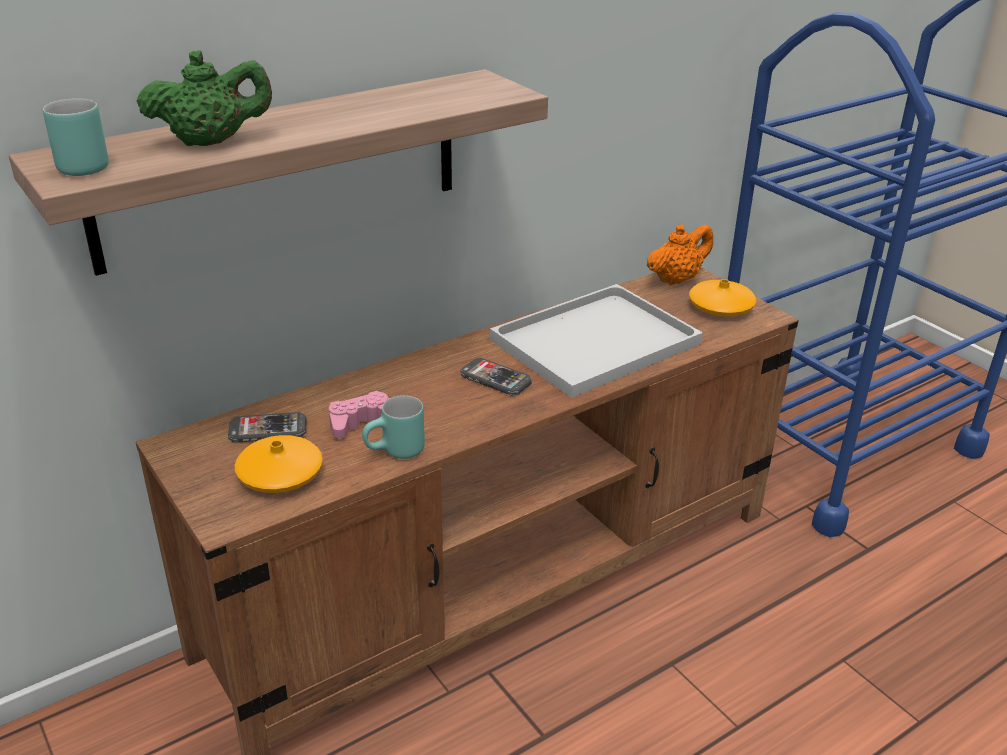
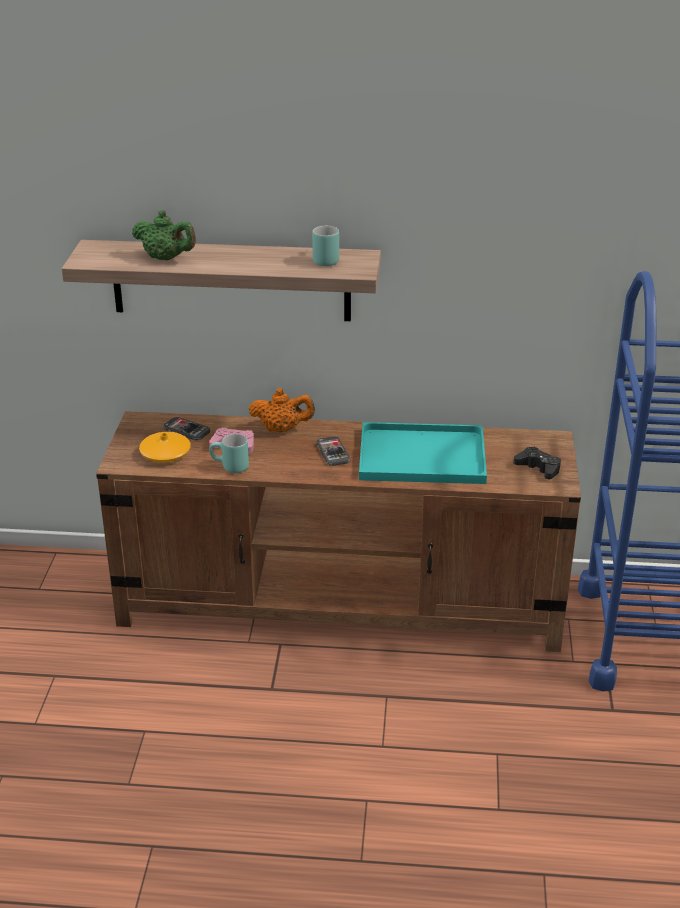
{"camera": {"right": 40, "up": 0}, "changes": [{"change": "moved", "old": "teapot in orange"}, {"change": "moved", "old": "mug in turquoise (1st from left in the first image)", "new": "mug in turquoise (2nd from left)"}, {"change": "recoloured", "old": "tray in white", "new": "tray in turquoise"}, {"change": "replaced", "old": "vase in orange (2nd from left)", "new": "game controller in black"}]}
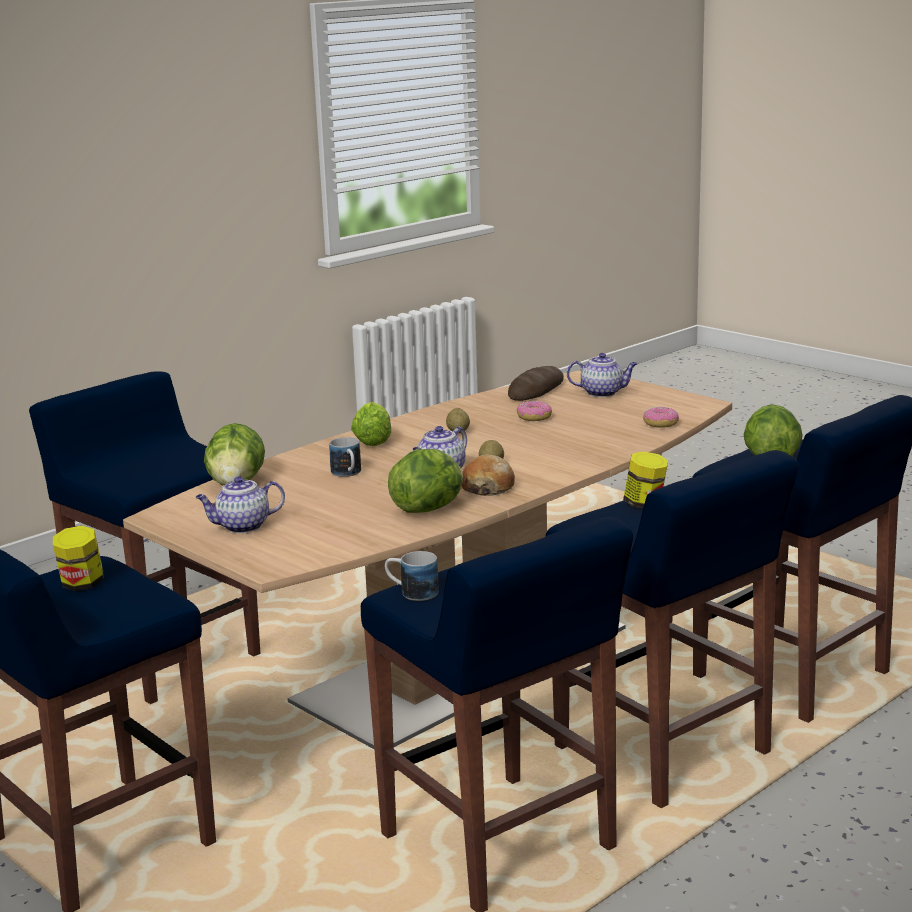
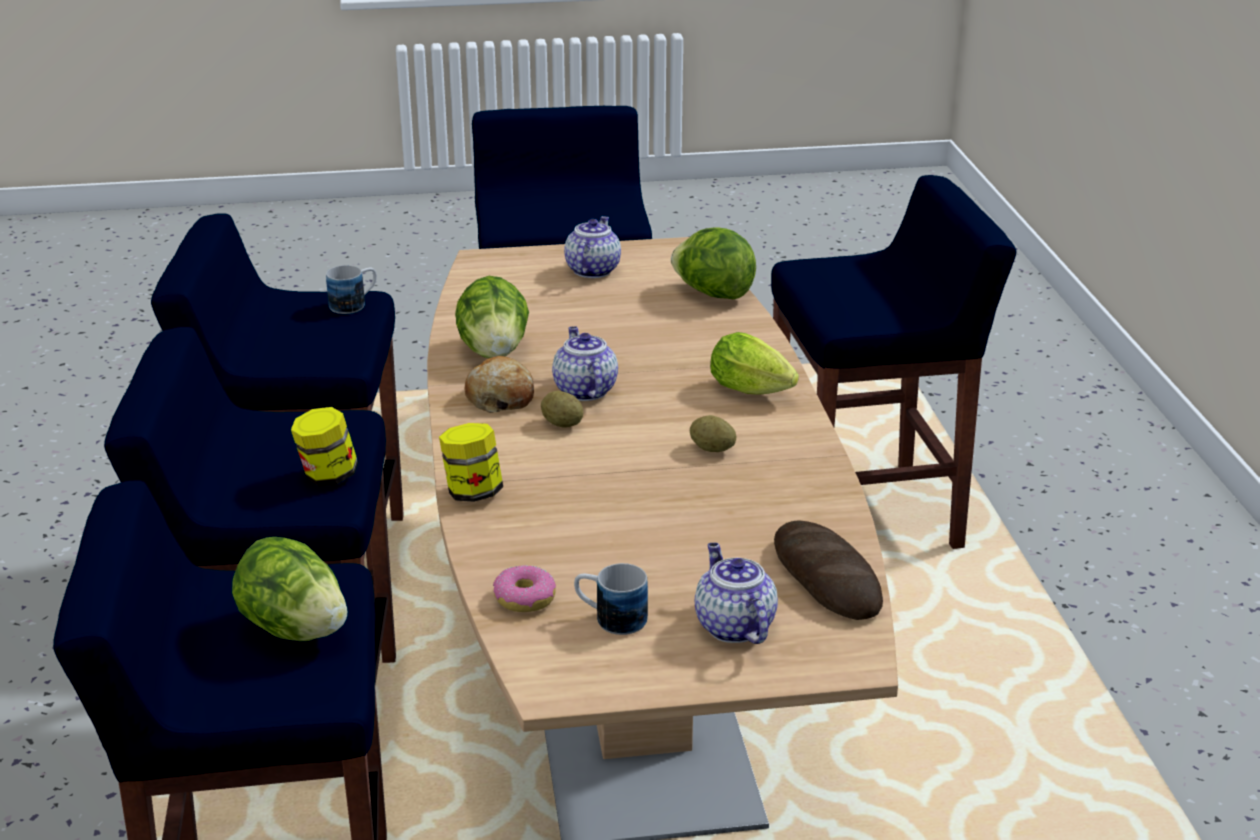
{"camera": {"right": 125, "up": 10}, "changes": [{"change": "moved", "old": "jar (1st from left in the first image)", "new": "jar (2nd from left)"}, {"change": "moved", "old": "mug (1st from left in the first image)", "new": "mug (2nd from left)"}, {"change": "turned", "old": "teapot (3rd from left)", "degrees": 120}, {"change": "removed", "old": "donut (1st from left)"}]}
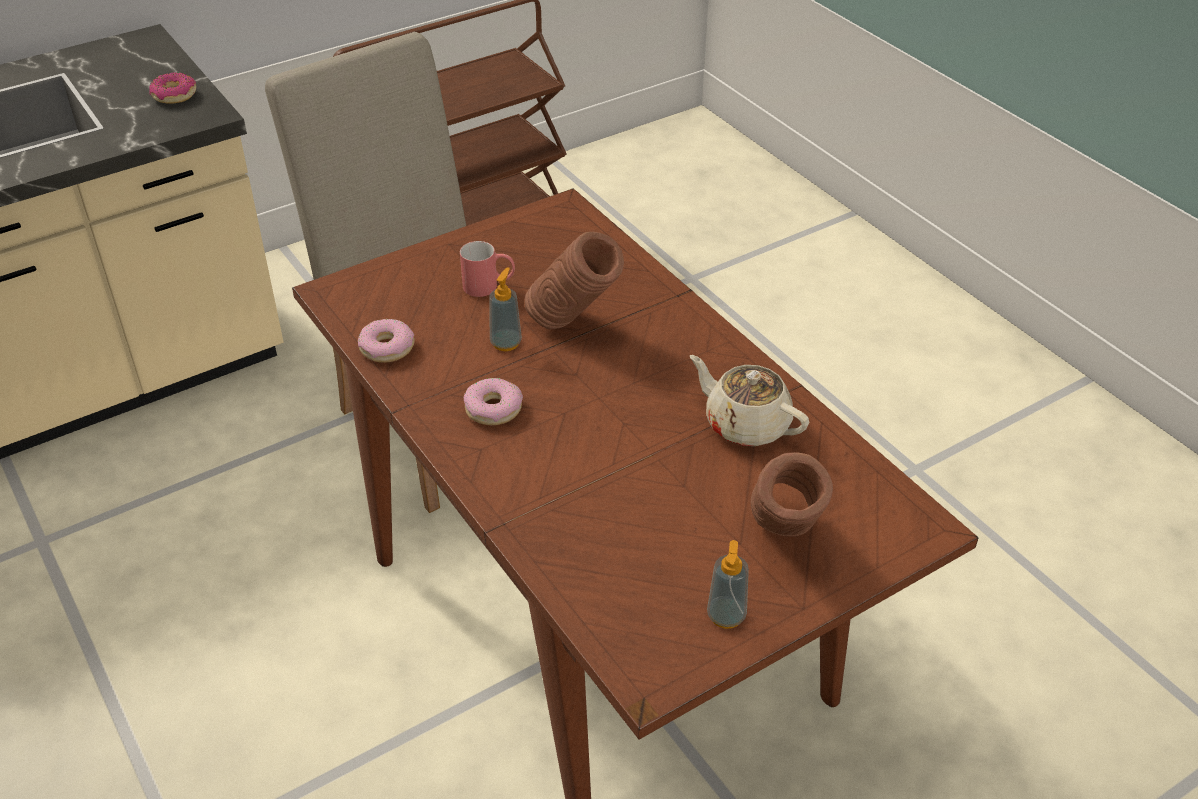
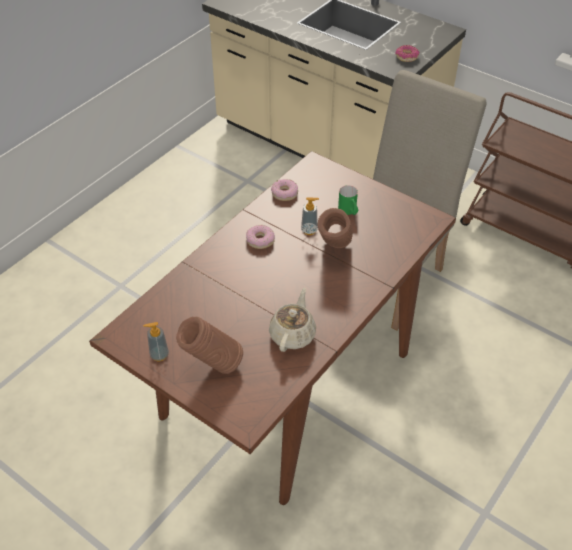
{"camera": {"right": 70, "up": 5}, "changes": [{"change": "recoloured", "old": "mug in red", "new": "mug in green"}]}
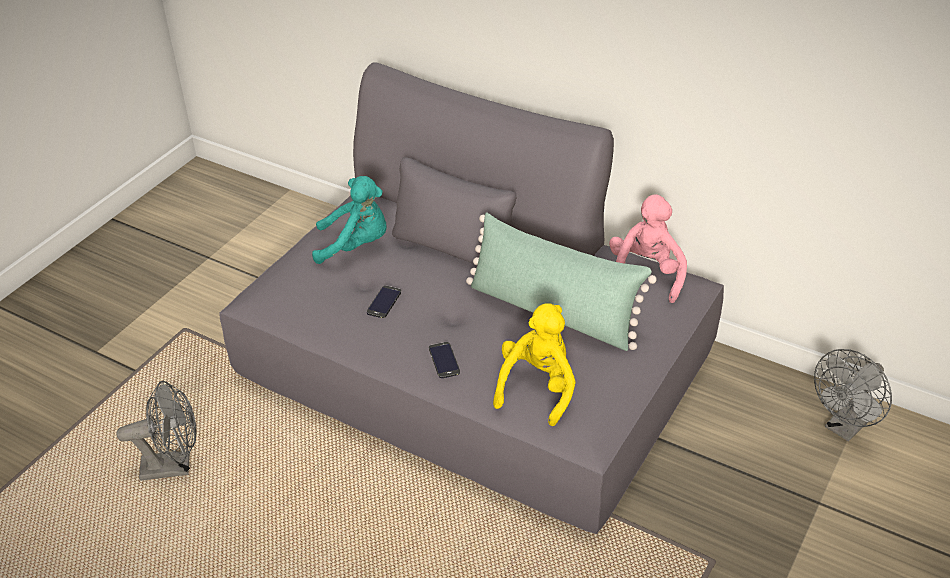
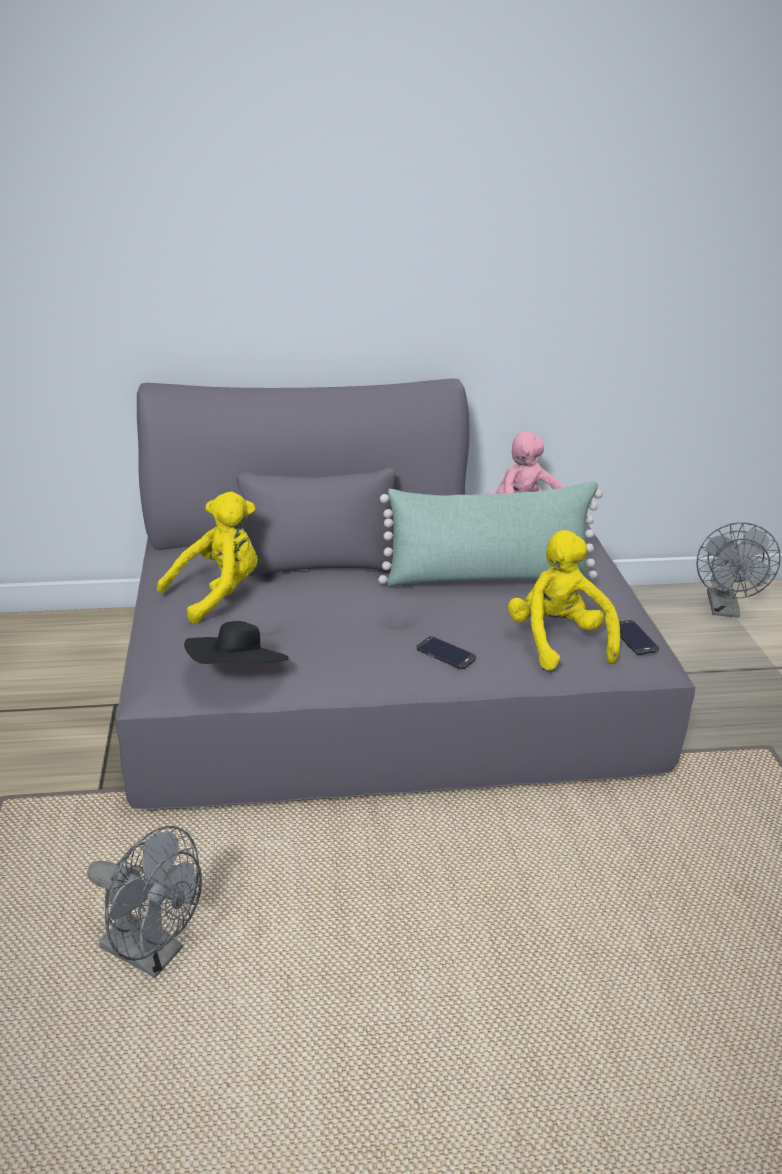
{"camera": {"right": -40, "up": -10}, "changes": [{"change": "turned", "old": "fan in grey (1st from left)", "degrees": 75}, {"change": "recoloured", "old": "plush toy in turquoise", "new": "plush toy in yellow (1st from left)"}, {"change": "added", "new": "hat in black"}, {"change": "moved", "old": "phone (1st from left in the first image)", "new": "phone (2nd from left)"}]}
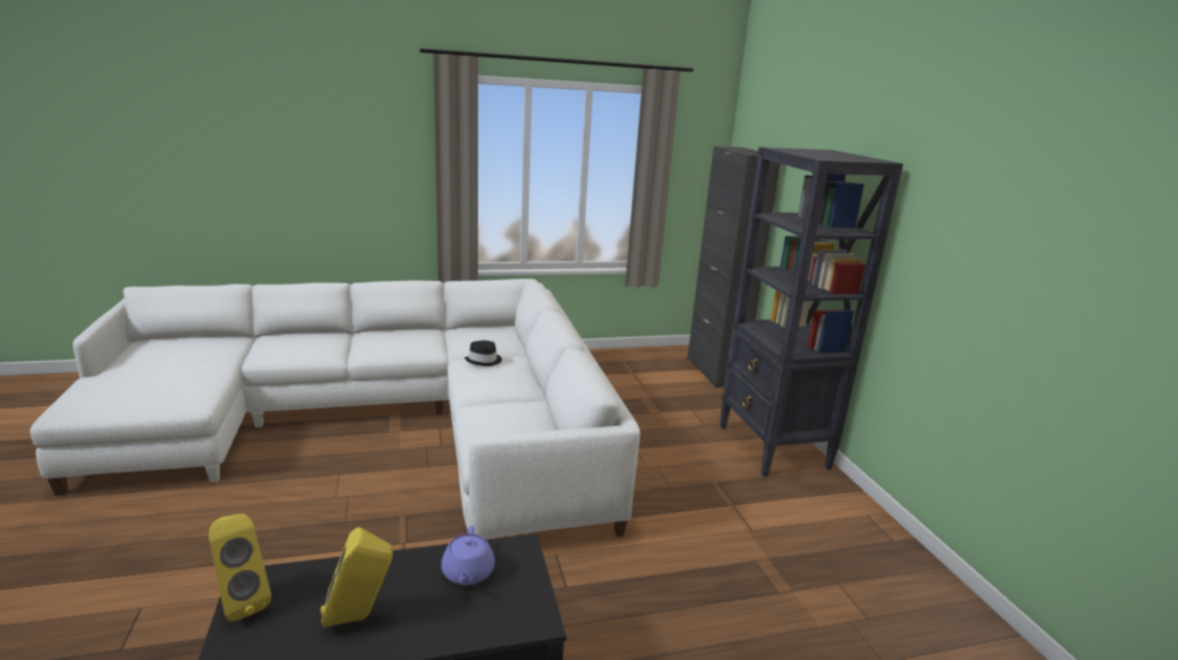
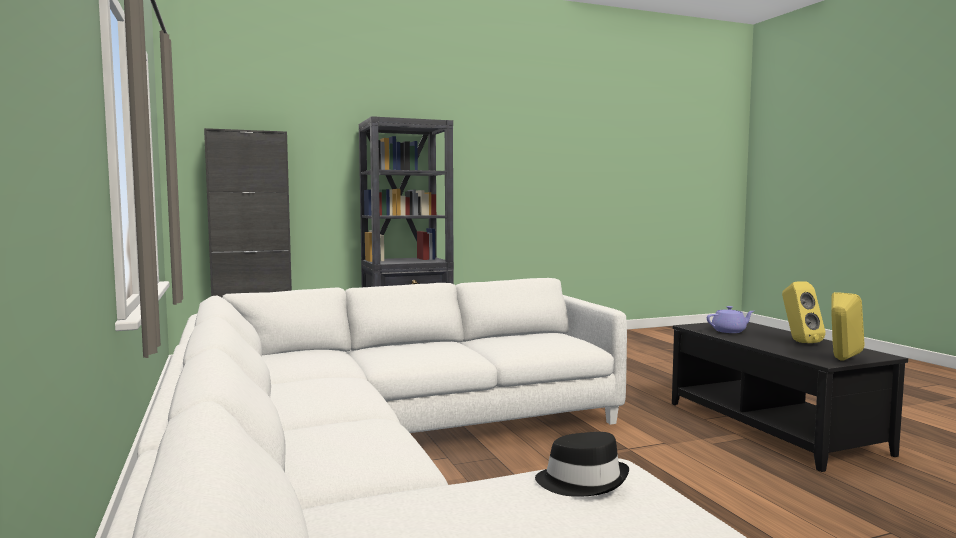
{"camera": {"right": -95, "up": -15}, "changes": [{"change": "moved", "old": "hat in black"}]}
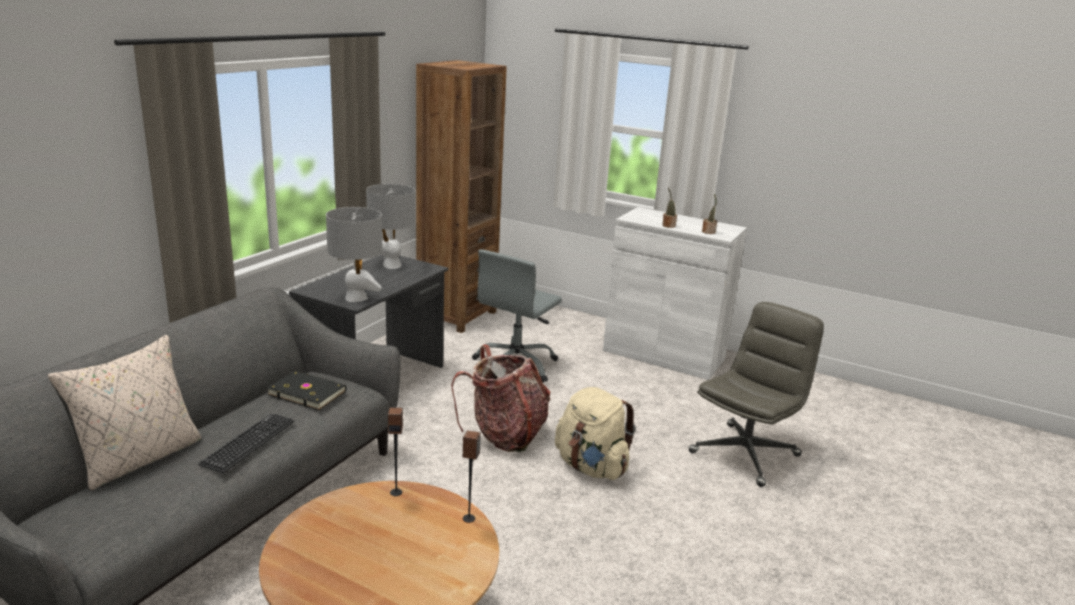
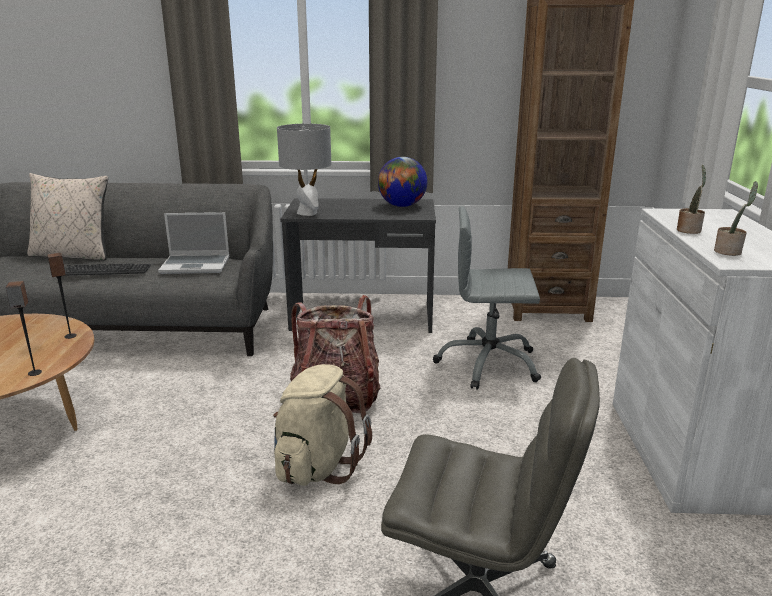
{"camera": {"right": 65, "up": 0}, "changes": [{"change": "replaced", "old": "book in black", "new": "laptop"}, {"change": "replaced", "old": "table lamp in grey (2nd from left)", "new": "globe"}]}
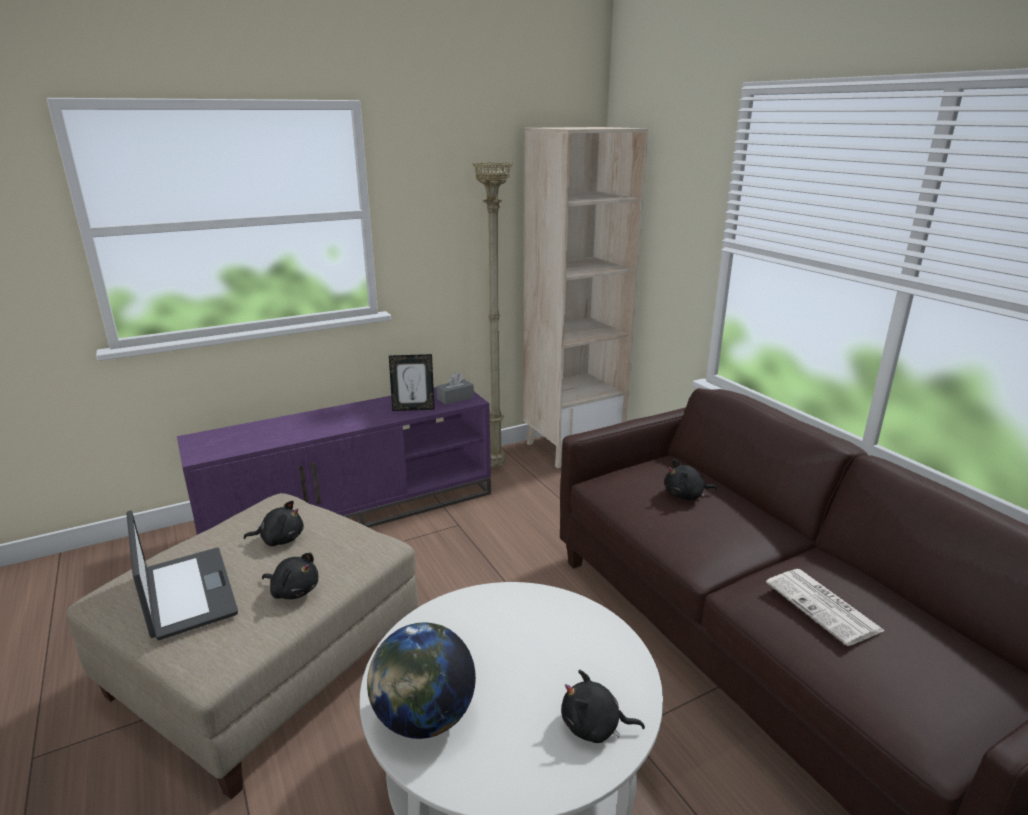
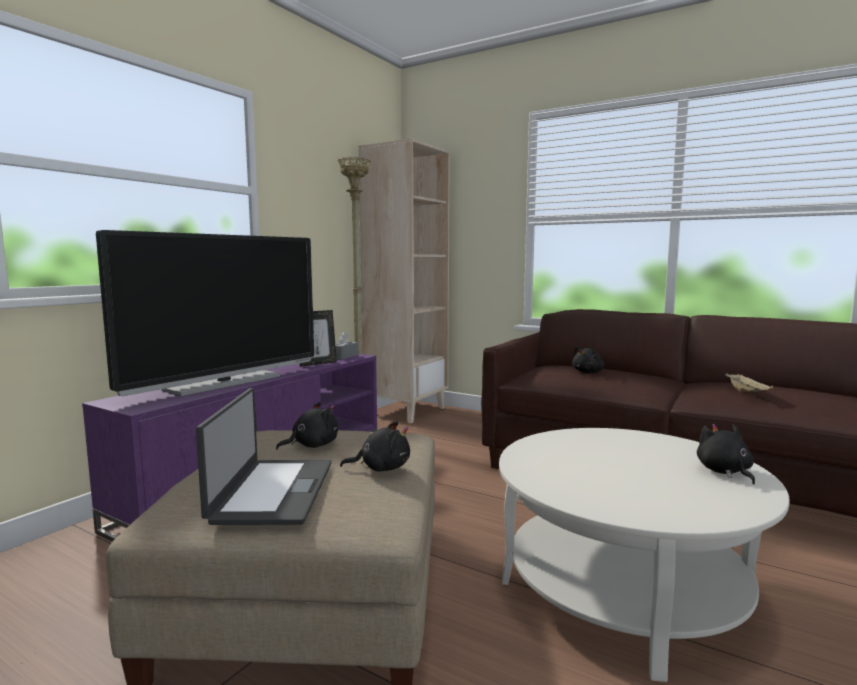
{"camera": {"right": -30, "up": -15}, "changes": [{"change": "added", "new": "television"}, {"change": "turned", "old": "laptop", "degrees": 60}, {"change": "turned", "old": "plush toy in black (3rd from left in the first image)", "degrees": 105}, {"change": "replaced", "old": "newspaper", "new": "tray in beige"}, {"change": "removed", "old": "globe"}]}
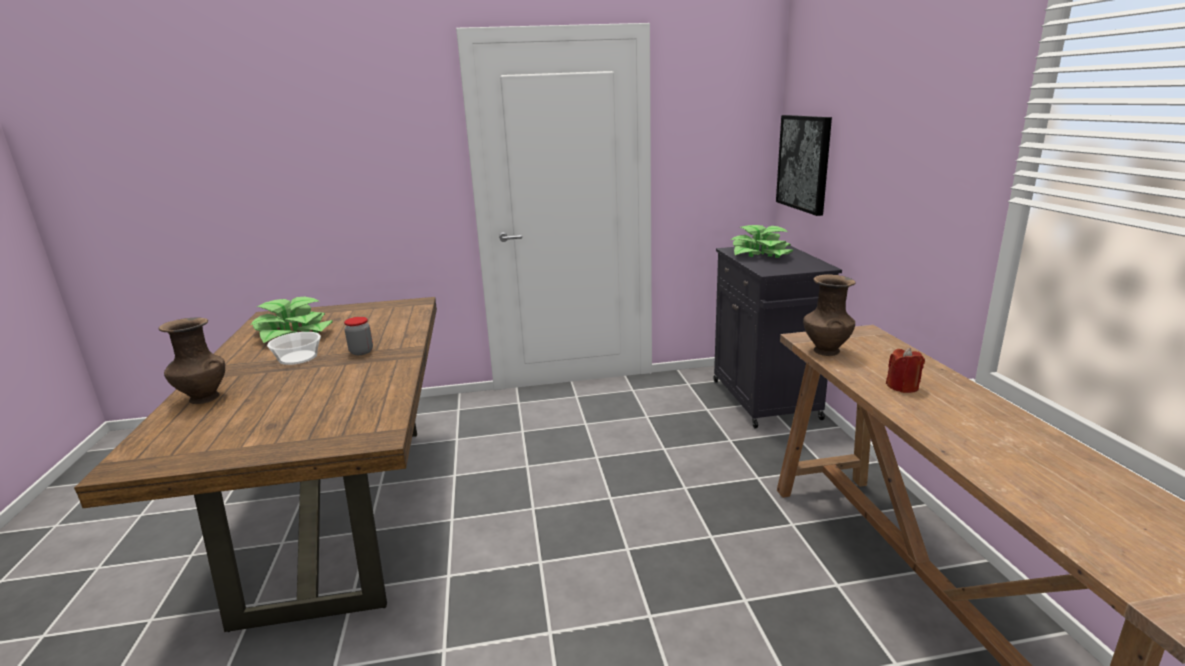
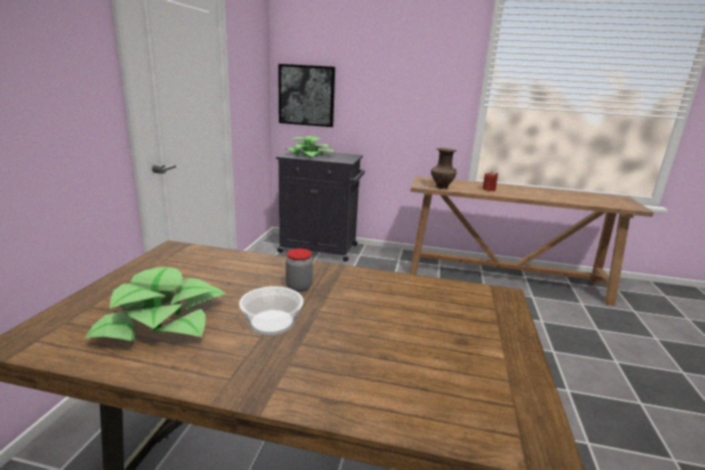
{"camera": {"right": -70, "up": 0}, "changes": [{"change": "removed", "old": "vase in brown (1st from left)"}]}
